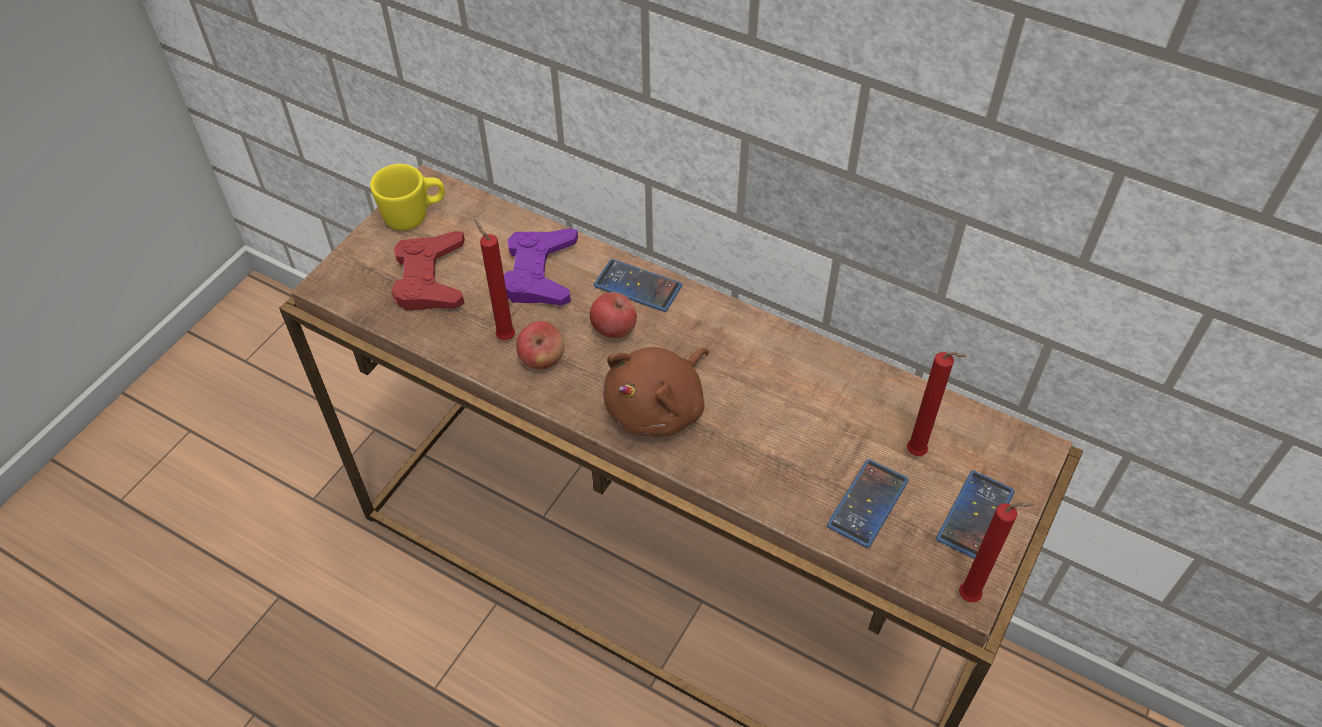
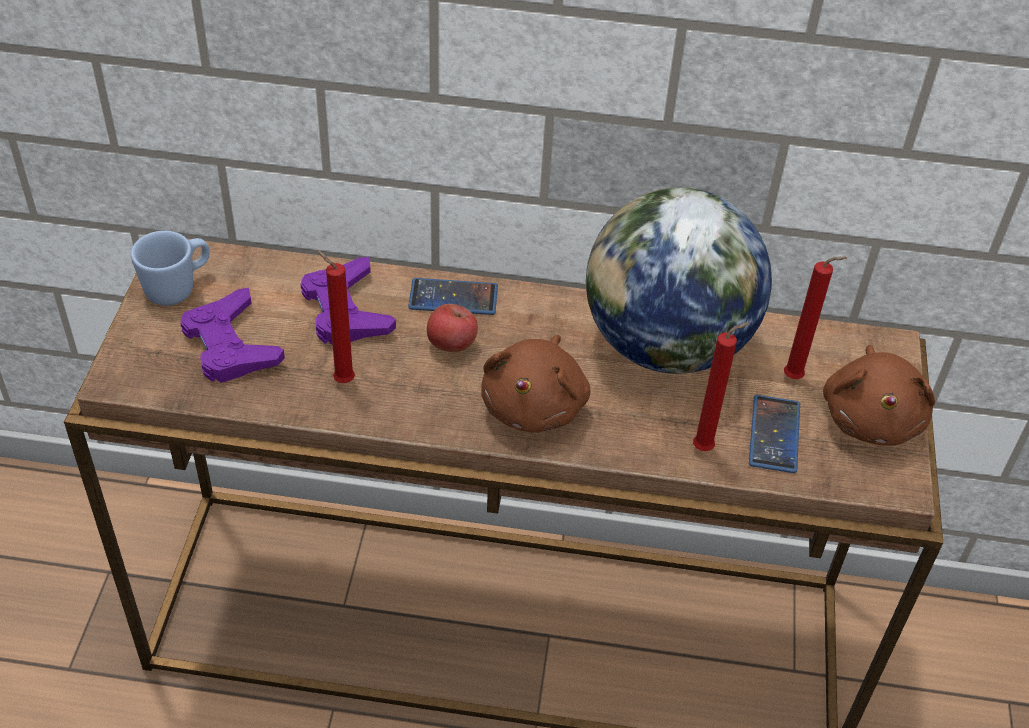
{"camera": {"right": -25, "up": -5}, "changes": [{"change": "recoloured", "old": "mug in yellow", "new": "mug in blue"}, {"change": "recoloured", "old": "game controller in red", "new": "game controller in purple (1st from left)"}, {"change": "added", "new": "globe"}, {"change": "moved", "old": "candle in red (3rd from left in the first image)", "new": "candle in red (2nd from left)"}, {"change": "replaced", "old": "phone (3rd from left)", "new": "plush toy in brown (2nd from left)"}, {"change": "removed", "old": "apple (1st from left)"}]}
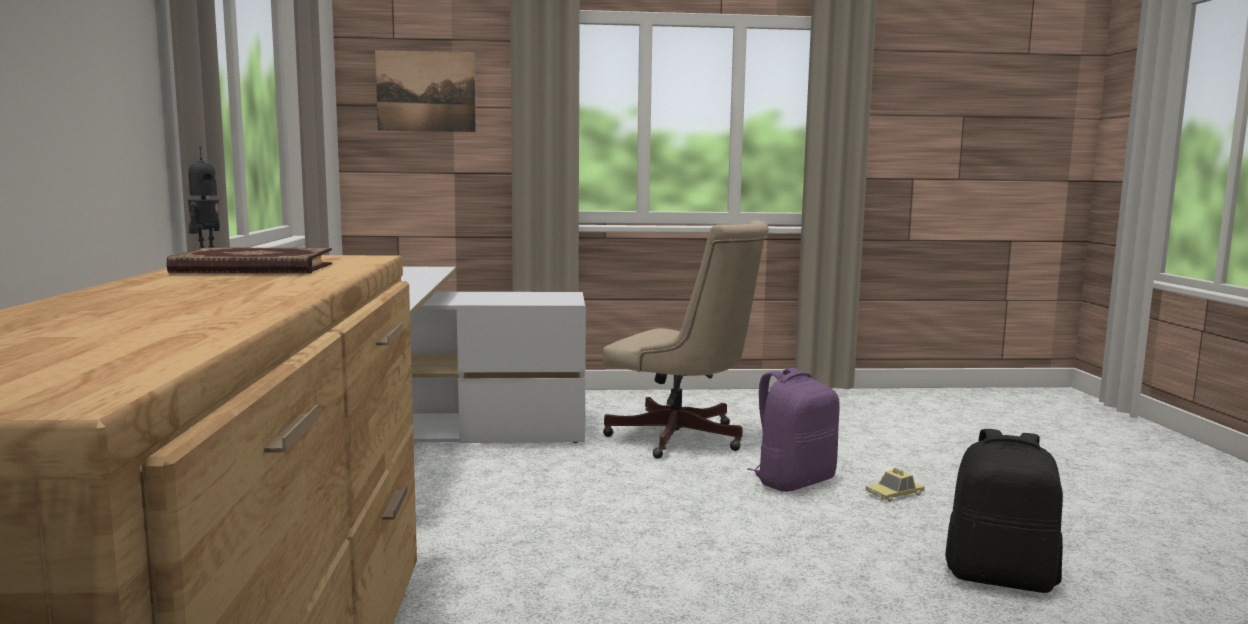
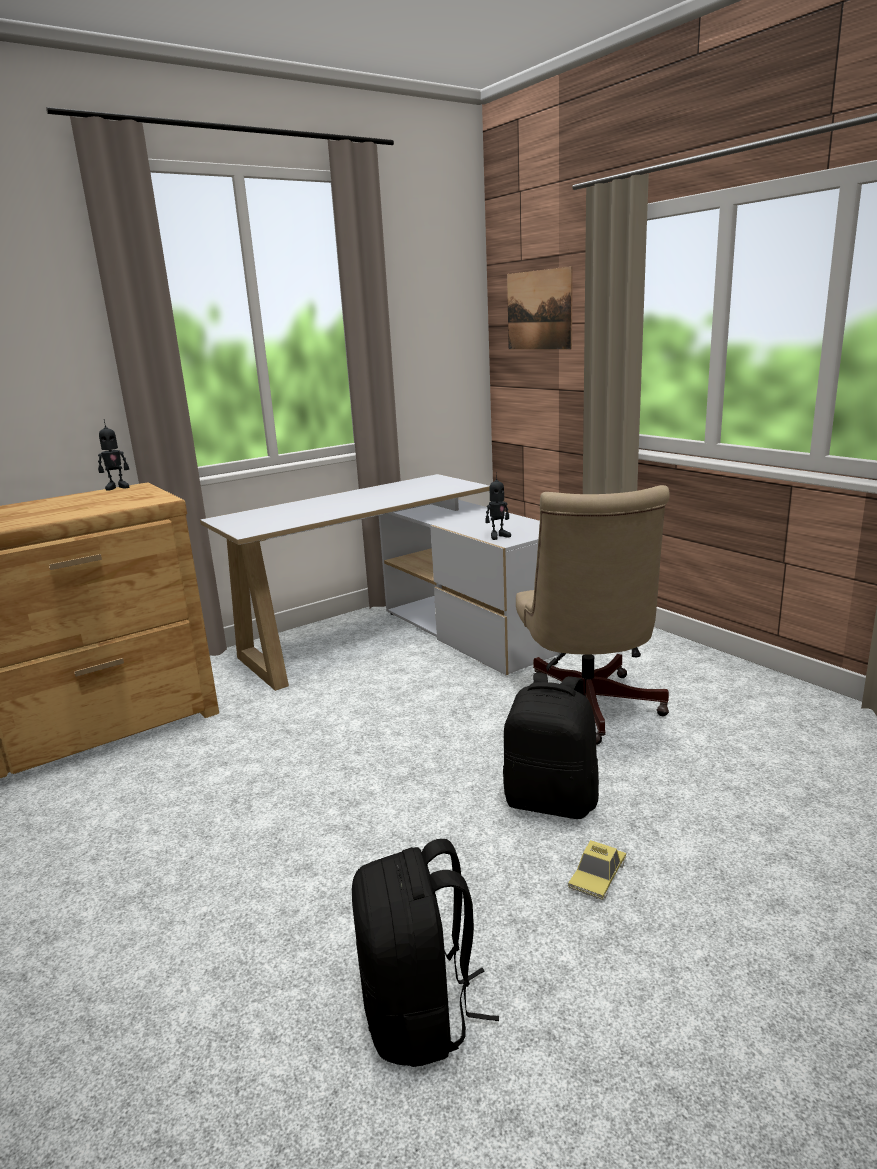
{"camera": {"right": 60, "up": 10}, "changes": [{"change": "added", "new": "toy robot (2nd from left)"}, {"change": "recoloured", "old": "backpack in purple", "new": "backpack in black (2nd from left)"}, {"change": "turned", "old": "toy car", "degrees": -90}, {"change": "removed", "old": "book"}]}
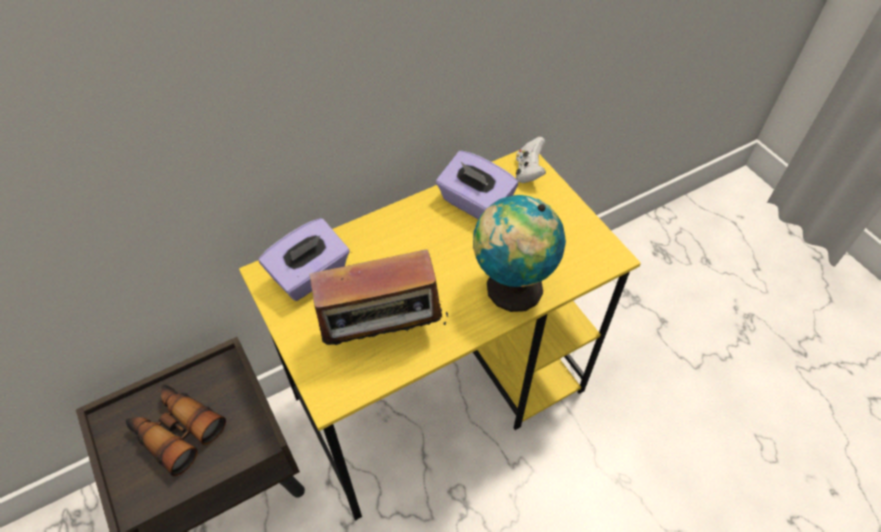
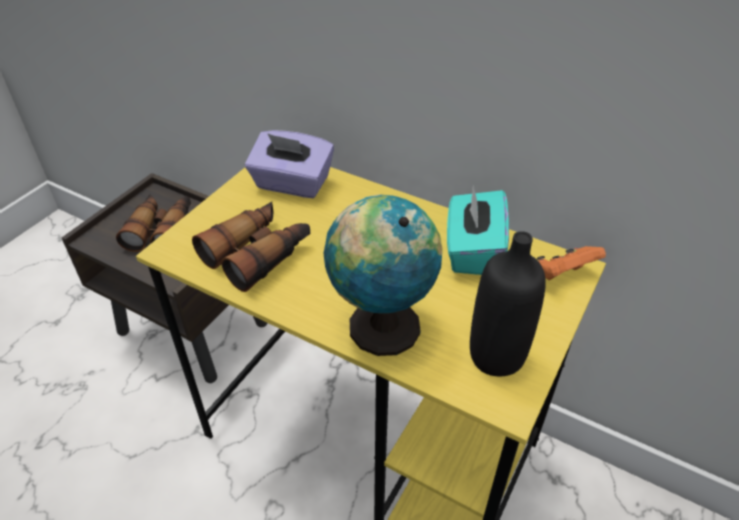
{"camera": {"right": 60, "up": -10}, "changes": [{"change": "replaced", "old": "radio", "new": "binoculars (2nd from left)"}, {"change": "recoloured", "old": "tissue box in purple (2nd from left)", "new": "tissue box in turquoise"}, {"change": "added", "new": "bottle in black"}, {"change": "recoloured", "old": "game controller in white", "new": "game controller in orange"}]}
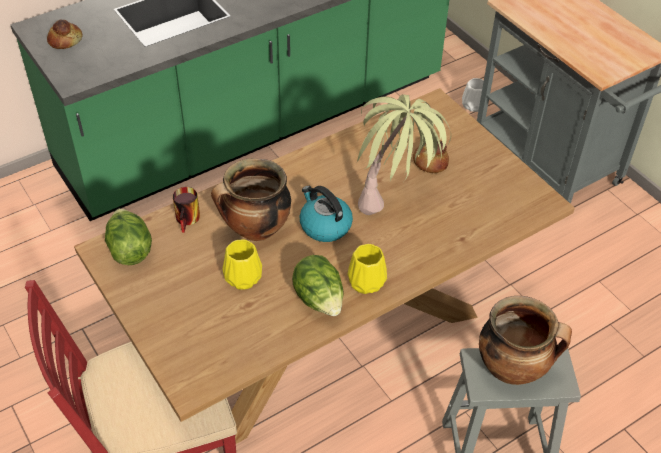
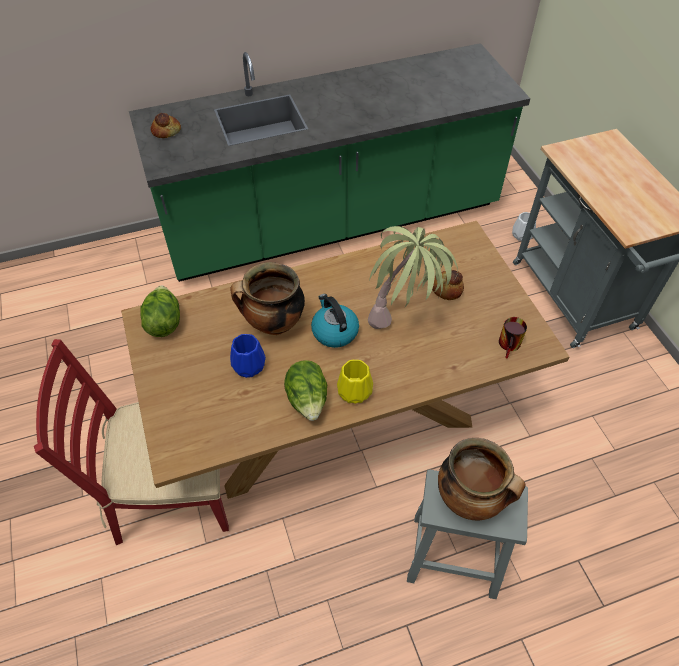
{"camera": {"right": 15, "up": 5}, "changes": [{"change": "recoloured", "old": "vase in yellow (1st from left)", "new": "vase in blue"}, {"change": "moved", "old": "mug"}]}
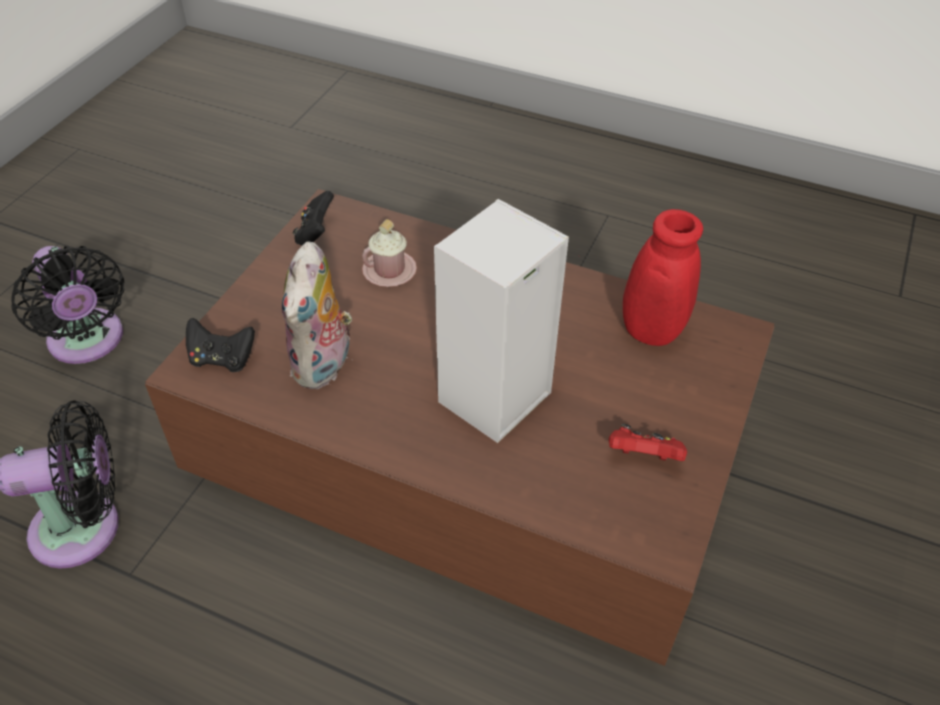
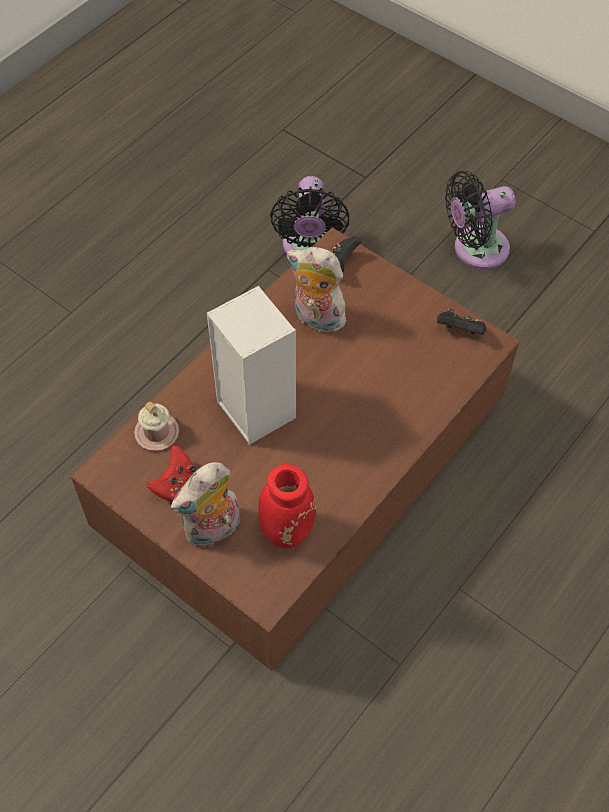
{"camera": {"right": 105, "up": 10}, "changes": [{"change": "moved", "old": "mug in pink"}, {"change": "added", "new": "plush toy (1st from left)"}]}
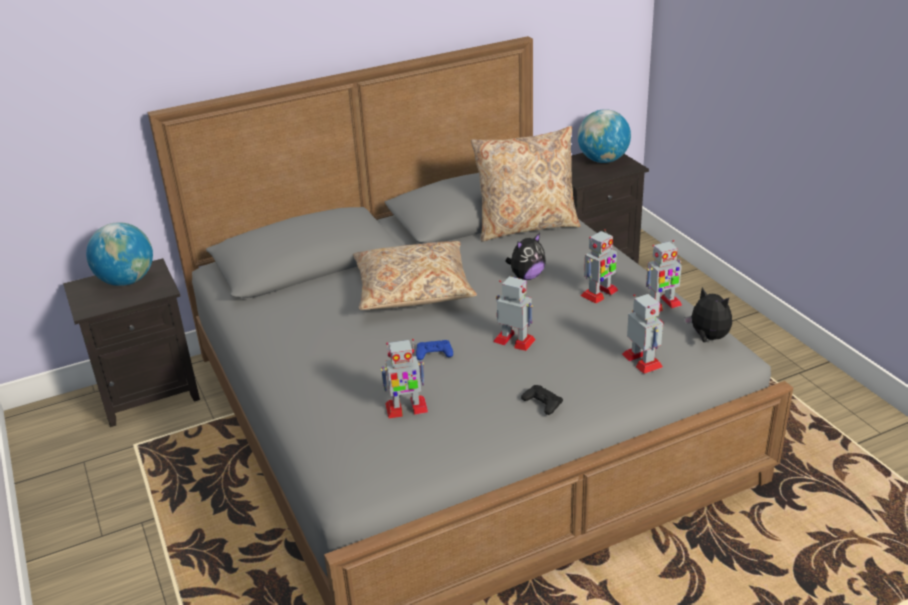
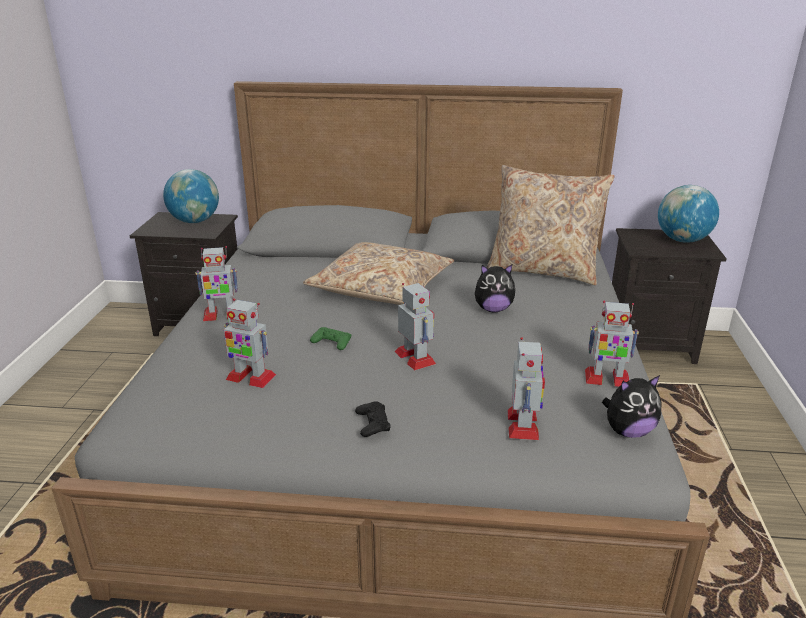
{"camera": {"right": 30, "up": -5}, "changes": [{"change": "moved", "old": "toy robot (3rd from left in the first image)", "new": "toy robot (1st from left)"}, {"change": "recoloured", "old": "game controller in blue", "new": "game controller in green"}, {"change": "turned", "old": "plush toy (2nd from left)", "degrees": 90}]}
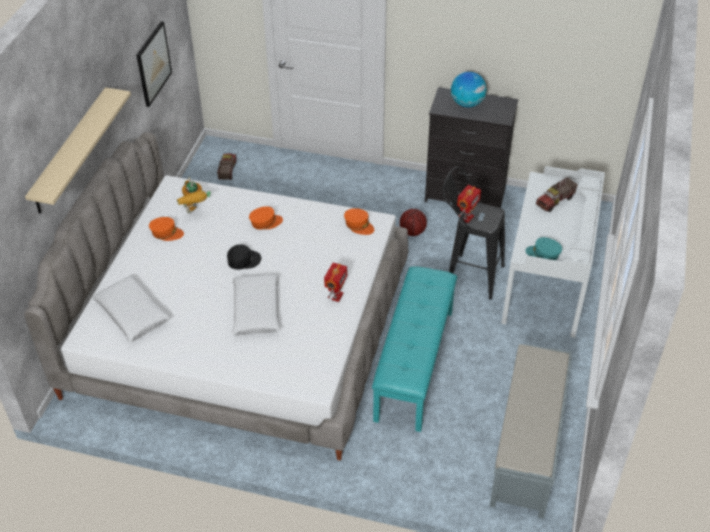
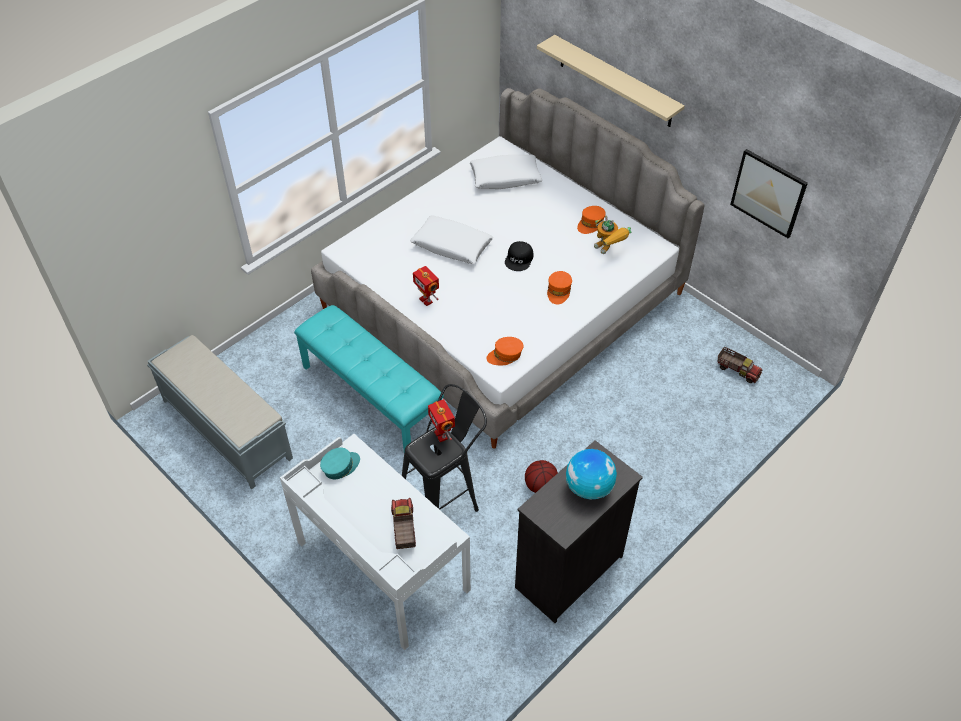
{"camera": {"right": 120, "up": 5}, "changes": [{"change": "turned", "old": "toy robot (1st from left in the first image)", "degrees": -135}]}
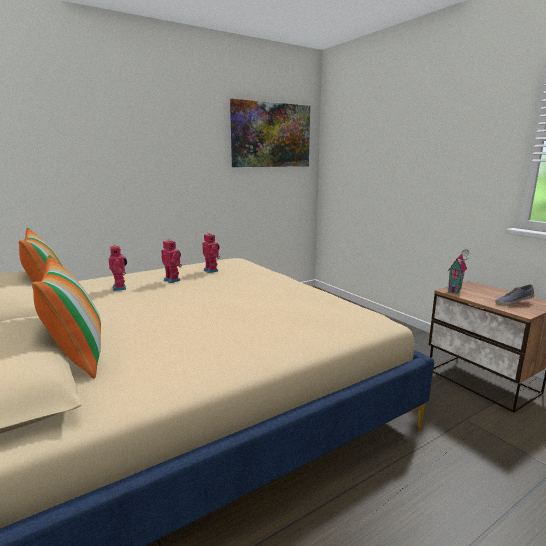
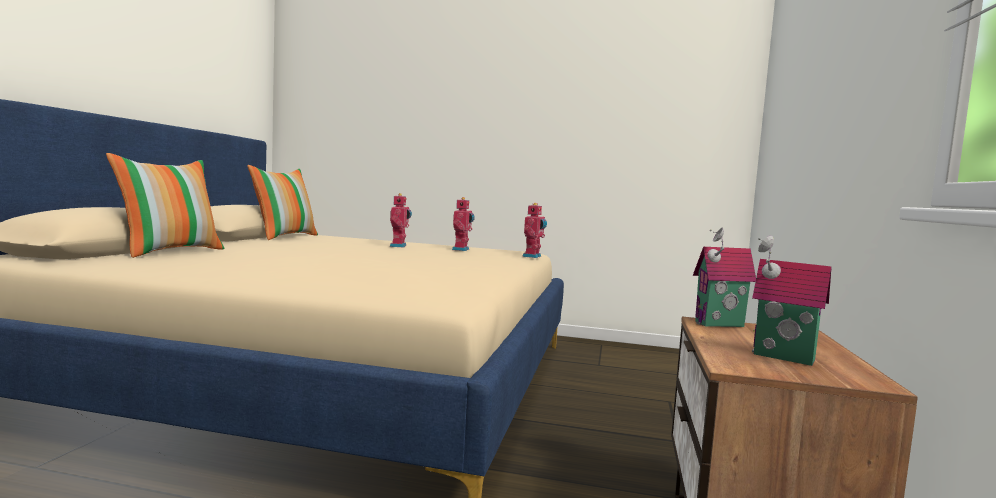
{"camera": {"right": 45, "up": -10}, "changes": [{"change": "moved", "old": "toy robot (1st from left in the first image)", "new": "toy robot (3rd from left)"}, {"change": "replaced", "old": "shoe", "new": "toy house (2nd from left)"}, {"change": "removed", "old": "picture"}]}
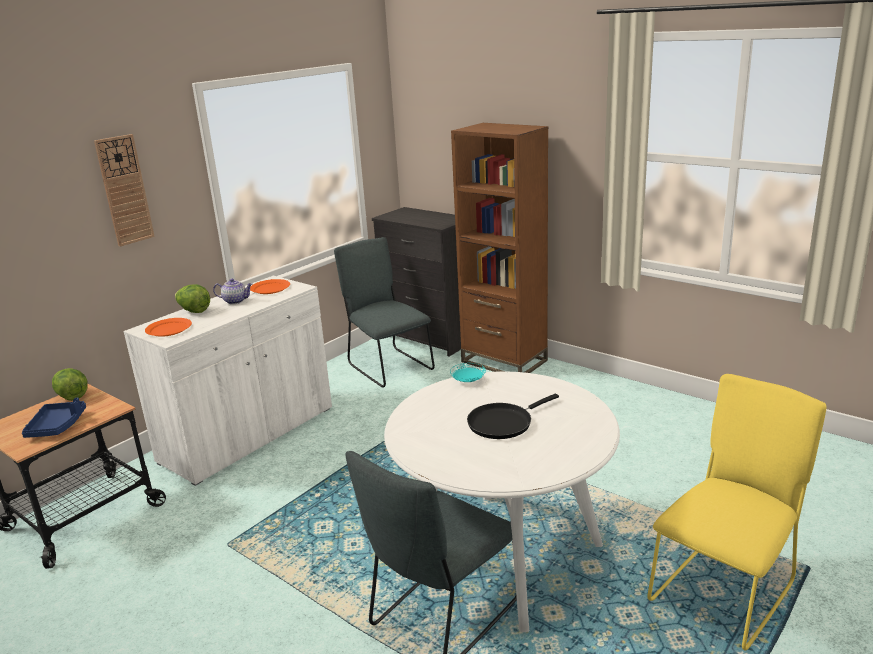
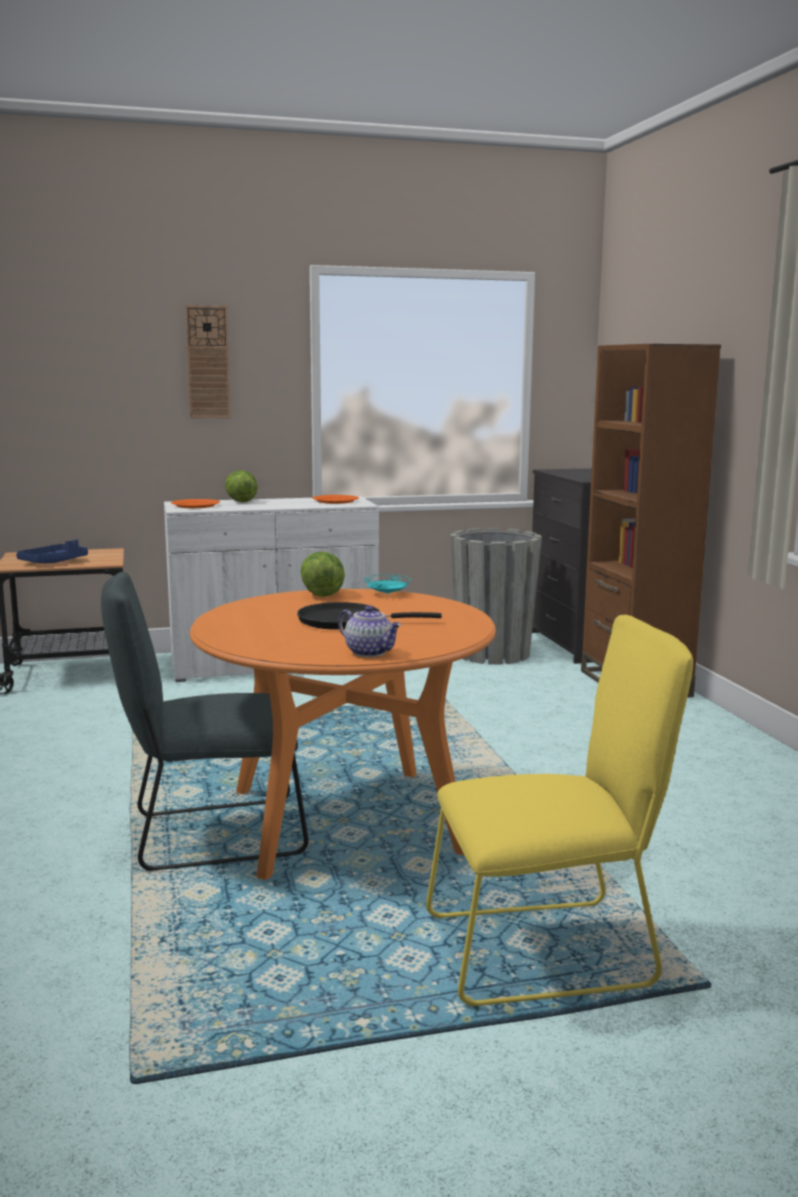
{"camera": {"right": 35, "up": -10}, "changes": [{"change": "recoloured", "old": "dining table in white", "new": "dining table in orange"}, {"change": "moved", "old": "lettuce (1st from left in the first image)", "new": "lettuce (2nd from left)"}, {"change": "moved", "old": "teapot"}, {"change": "replaced", "old": "chair in grey (1st from left)", "new": "planter in grey"}]}
